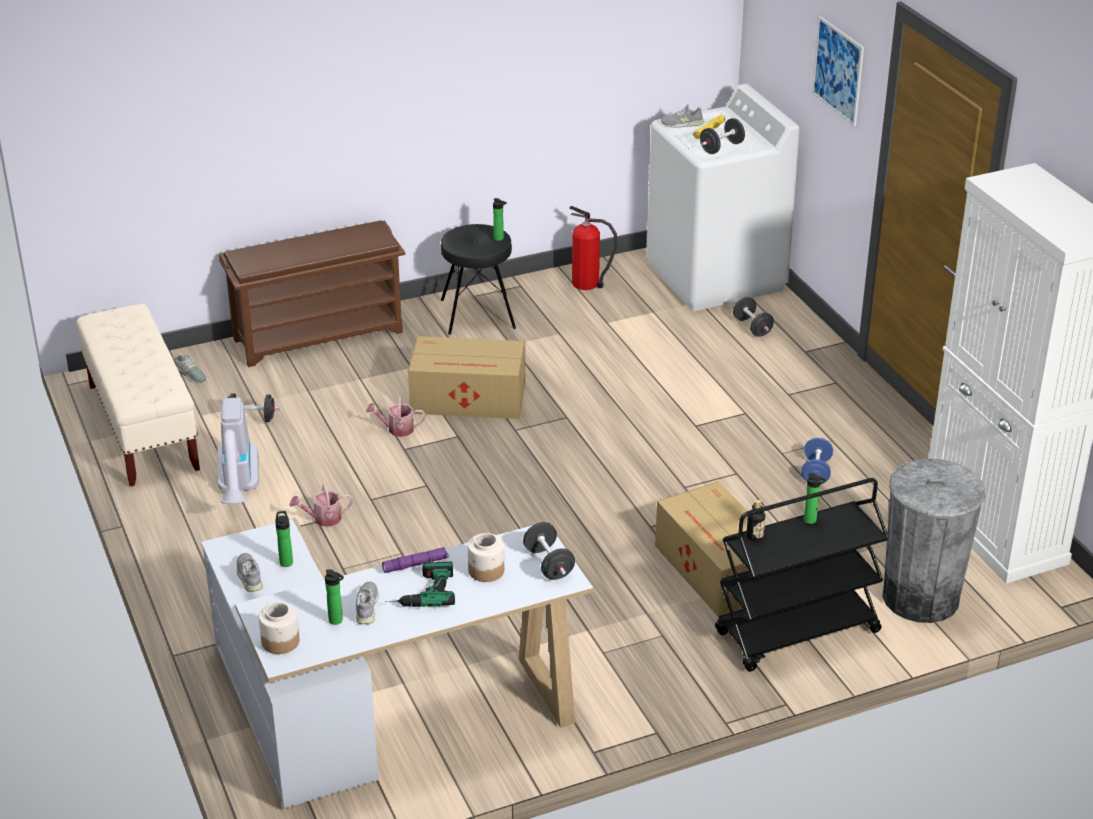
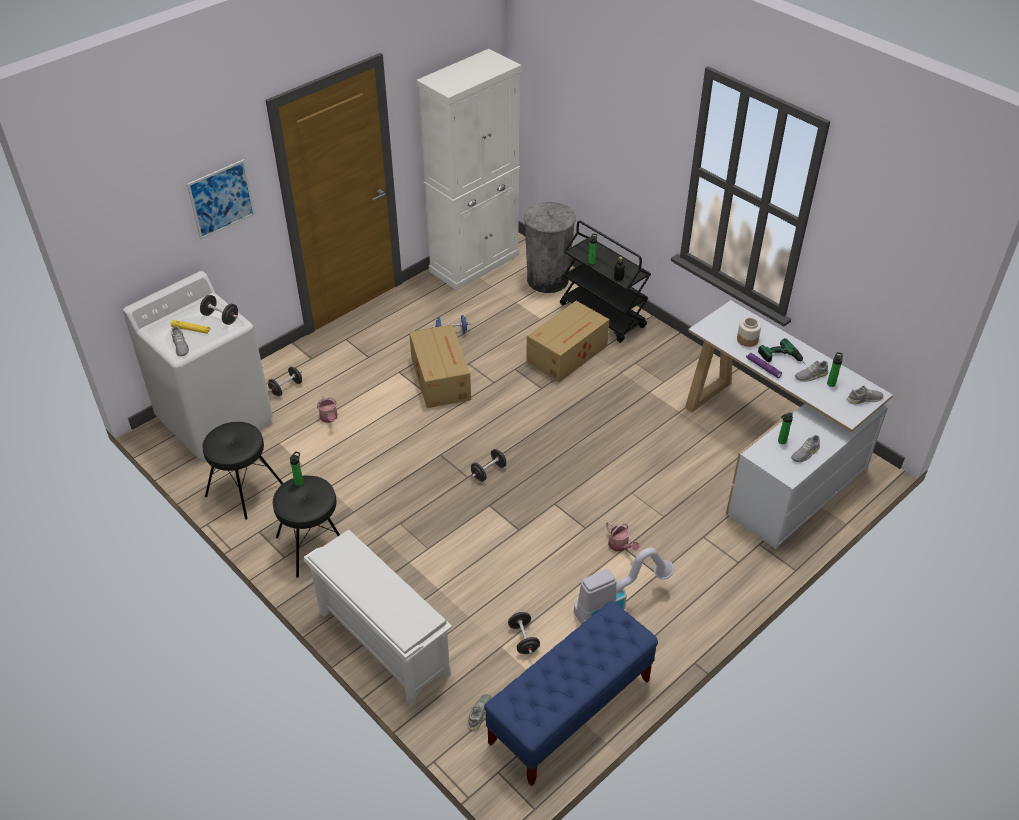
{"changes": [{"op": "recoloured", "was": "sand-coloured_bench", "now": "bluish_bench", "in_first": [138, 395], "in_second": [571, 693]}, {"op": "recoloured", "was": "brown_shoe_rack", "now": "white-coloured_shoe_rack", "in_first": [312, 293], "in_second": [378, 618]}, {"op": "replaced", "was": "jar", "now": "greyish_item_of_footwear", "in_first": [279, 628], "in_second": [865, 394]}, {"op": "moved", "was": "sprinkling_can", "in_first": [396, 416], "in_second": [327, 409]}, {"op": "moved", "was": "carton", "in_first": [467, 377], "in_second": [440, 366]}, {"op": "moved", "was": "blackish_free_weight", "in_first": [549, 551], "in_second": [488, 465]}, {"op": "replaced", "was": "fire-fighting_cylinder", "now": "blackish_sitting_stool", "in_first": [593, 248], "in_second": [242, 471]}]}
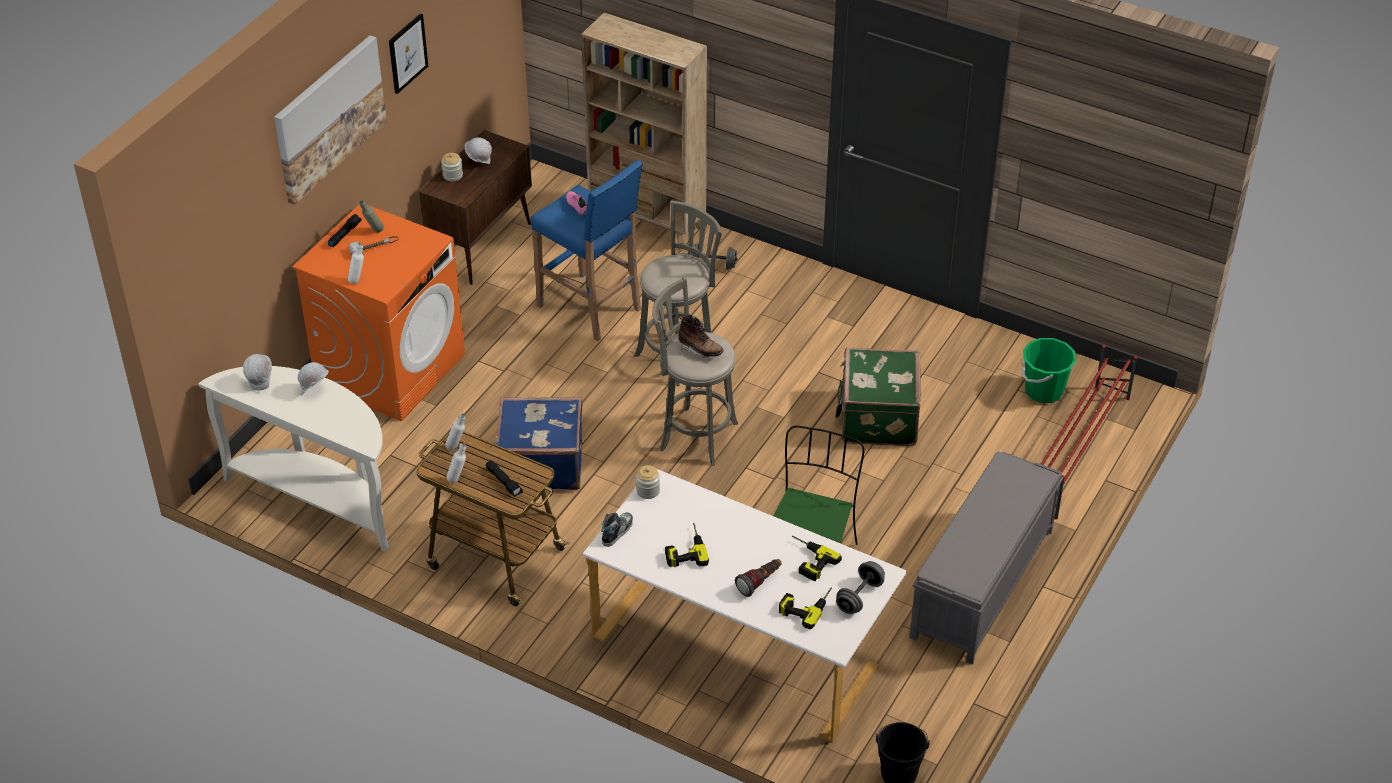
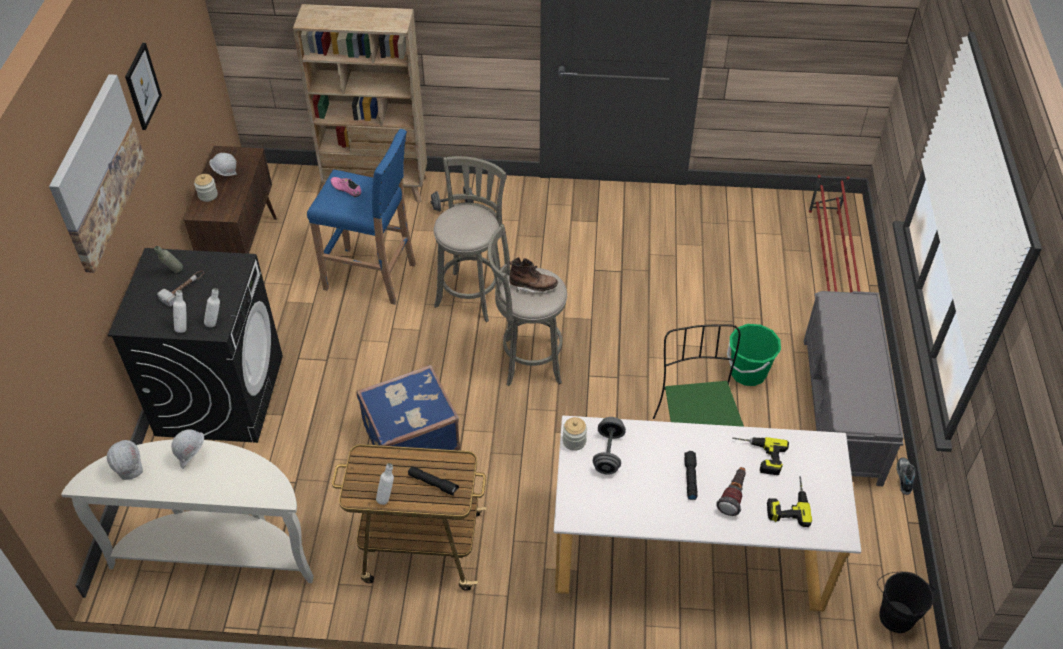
{"changes": [{"op": "recoloured", "was": "orange-coloured_washing_machine", "now": "blackish_washing_machine", "in_first": [378, 312], "in_second": [195, 345]}, {"op": "moved", "was": "blackish_hand_torch", "in_first": [345, 230], "in_second": [690, 475]}, {"op": "moved", "was": "white-coloured_bottle", "in_first": [455, 432], "in_second": [212, 307]}, {"op": "moved", "was": "item_of_footwear", "in_first": [617, 529], "in_second": [906, 476]}, {"op": "removed", "was": "power_drill", "in_first": [687, 545]}, {"op": "removed", "was": "greenish_travel_case", "in_first": [878, 396]}, {"op": "moved", "was": "greyish_free_weight", "in_first": [860, 587], "in_second": [609, 446]}, {"op": "moved", "was": "greenish_pail", "in_first": [1049, 370], "in_second": [754, 355]}]}
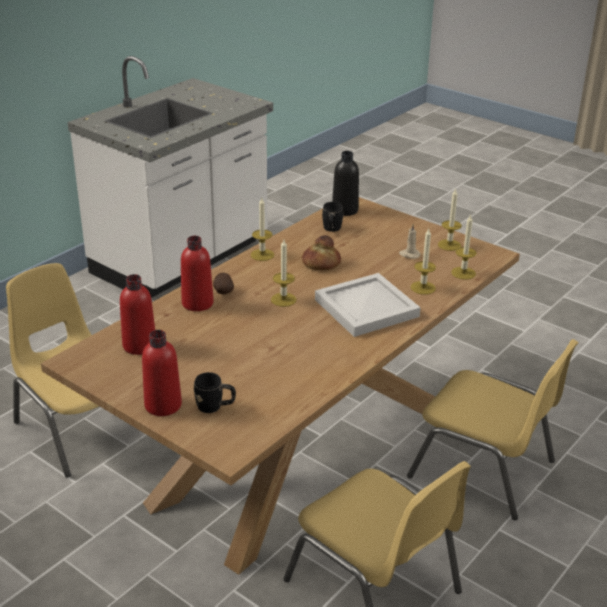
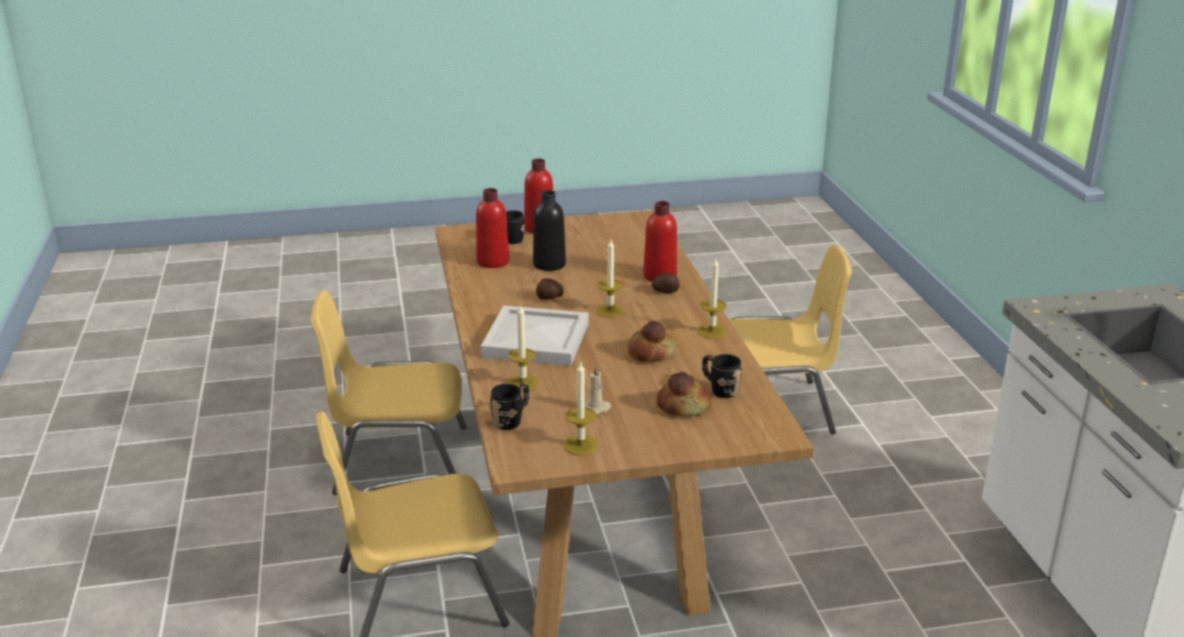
{"changes": [{"op": "moved", "was": "red_bottle", "in_first": [137, 314], "in_second": [492, 228]}, {"op": "moved", "was": "blackish_bottle", "in_first": [345, 183], "in_second": [549, 230]}, {"op": "replaced", "was": "wax_candle", "now": "blackish_tea_mug", "in_first": [464, 247], "in_second": [509, 407]}, {"op": "added", "now": "spud", "in_second": [550, 289]}, {"op": "added", "now": "bakery_bread", "in_second": [684, 394]}]}
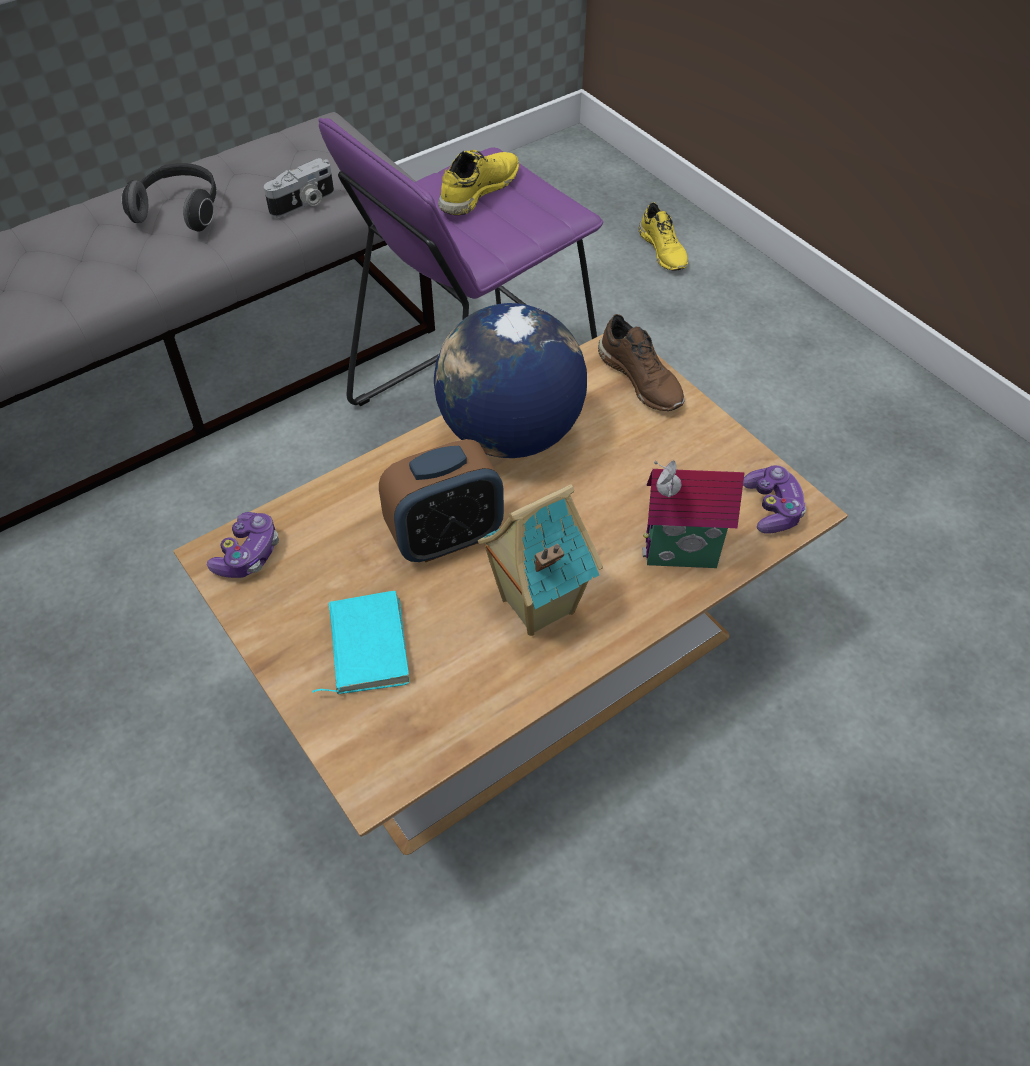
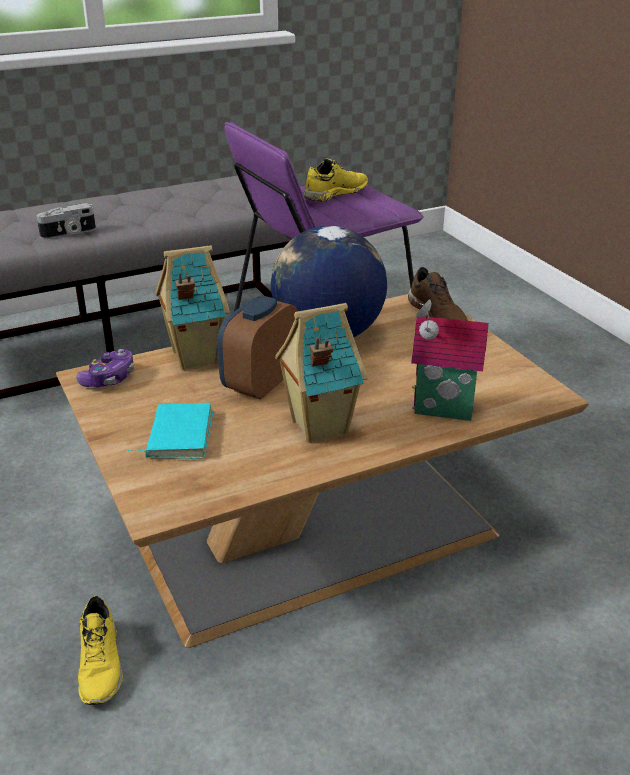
{"changes": [{"op": "removed", "was": "headphones", "in_first": [168, 197]}, {"op": "moved", "was": "still_camera", "in_first": [299, 187], "in_second": [66, 221]}, {"op": "turned", "was": "table_clock", "in_first": [441, 500], "in_second": [257, 348], "clockwise": 135}, {"op": "moved", "was": "yellow_item_of_footwear", "in_first": [663, 236], "in_second": [100, 650]}, {"op": "removed", "was": "joypad", "in_first": [774, 499]}, {"op": "added", "now": "model_house", "in_second": [193, 307]}]}
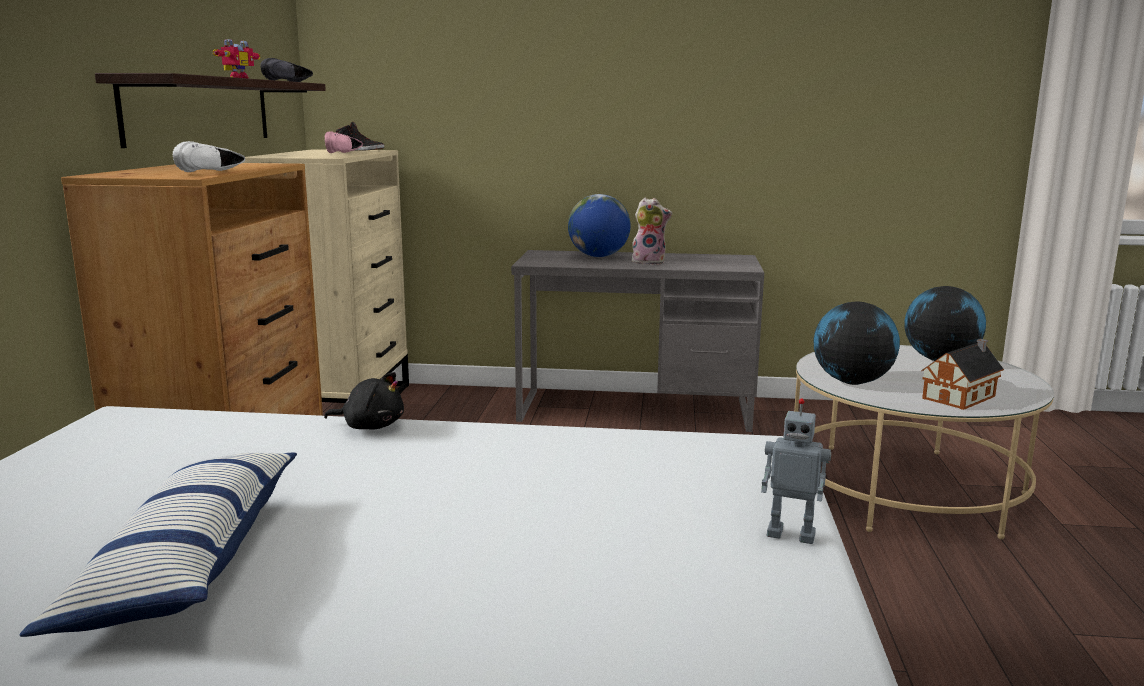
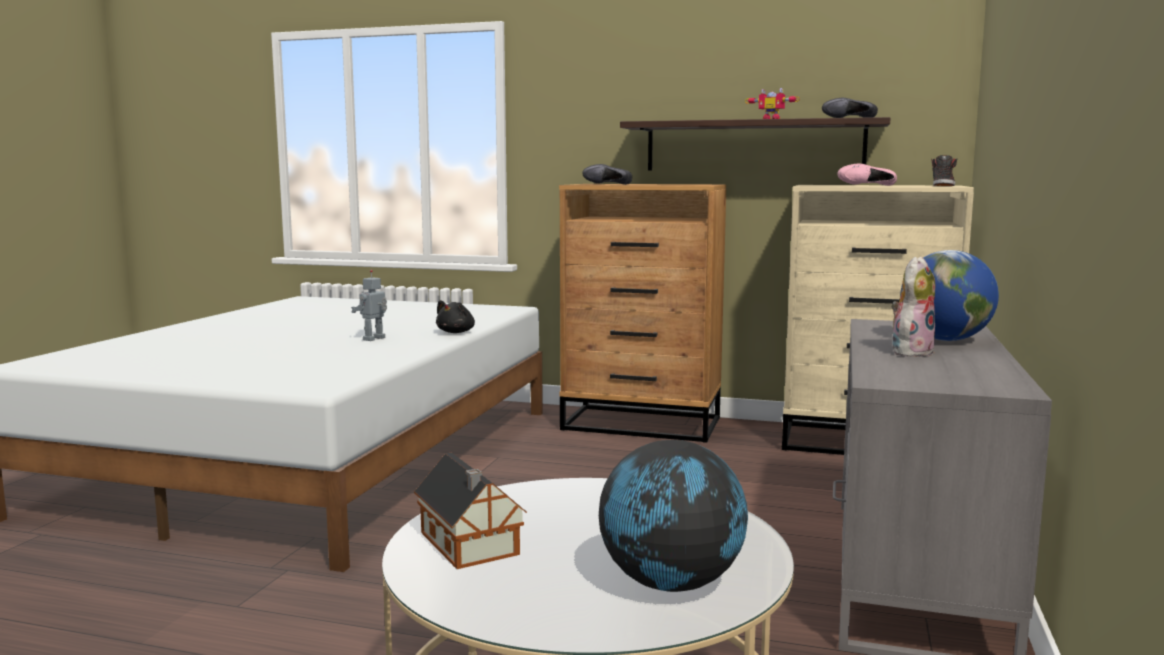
{"changes": [{"op": "removed", "was": "pillow", "in_first": [158, 545]}, {"op": "recoloured", "was": "white-coloured_item_of_footwear", "now": "blackish_item_of_footwear", "in_first": [209, 156], "in_second": [607, 174]}, {"op": "turned", "was": "plush_toy", "in_first": [652, 231], "in_second": [913, 307], "clockwise": -150}, {"op": "moved", "was": "toy_robot", "in_first": [796, 471], "in_second": [369, 305]}, {"op": "removed", "was": "globe", "in_first": [857, 343]}]}
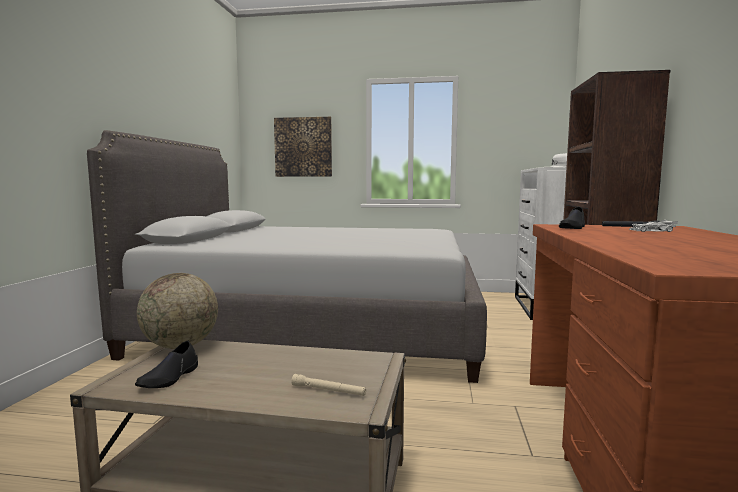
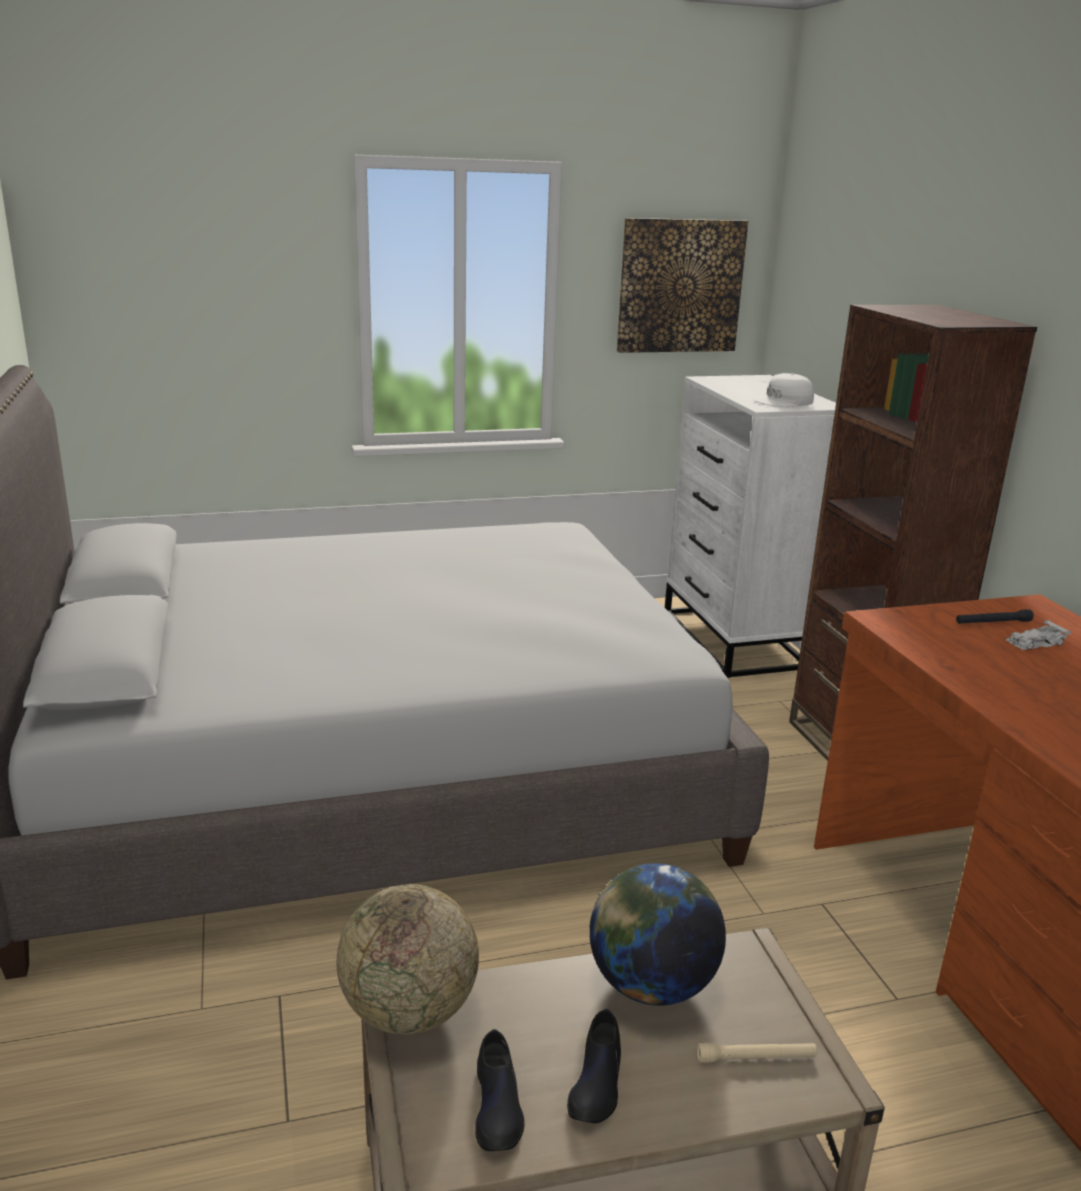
{"changes": [{"op": "moved", "was": "picture", "in_first": [303, 147], "in_second": [682, 285]}, {"op": "moved", "was": "blackish_item_of_footwear", "in_first": [572, 217], "in_second": [594, 1066]}, {"op": "added", "now": "globe", "in_second": [657, 934]}]}
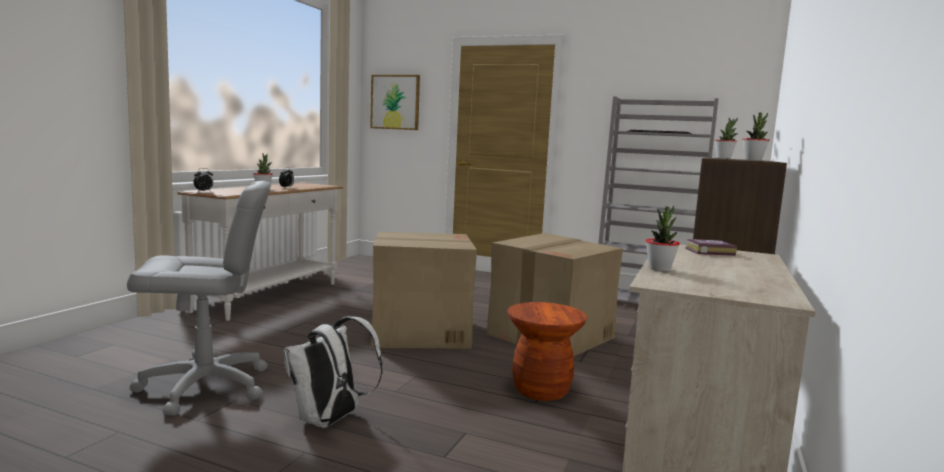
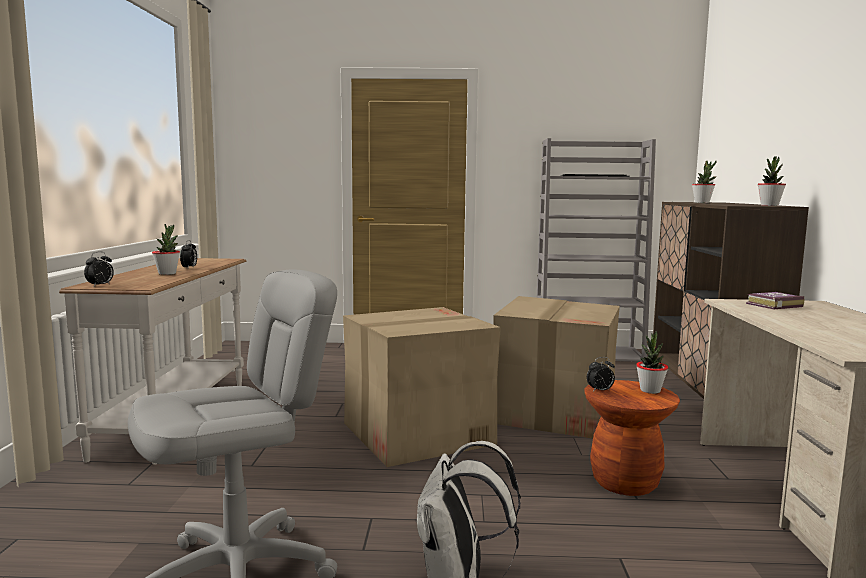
{"changes": [{"op": "removed", "was": "picture", "in_first": [395, 102]}, {"op": "moved", "was": "plant_in_a_pot", "in_first": [662, 238], "in_second": [652, 362]}, {"op": "added", "now": "table_clock", "in_second": [601, 374]}]}
